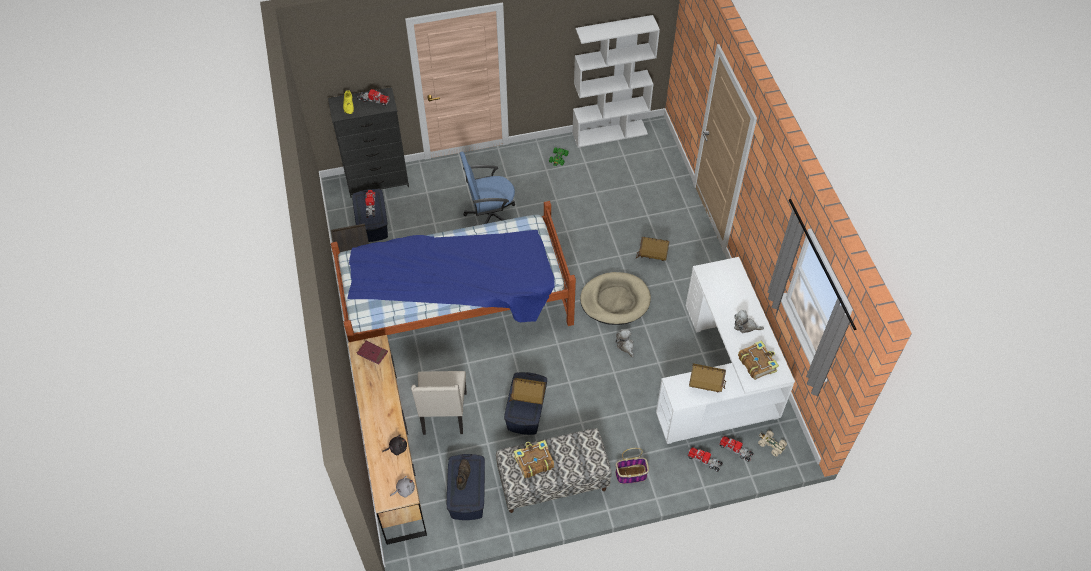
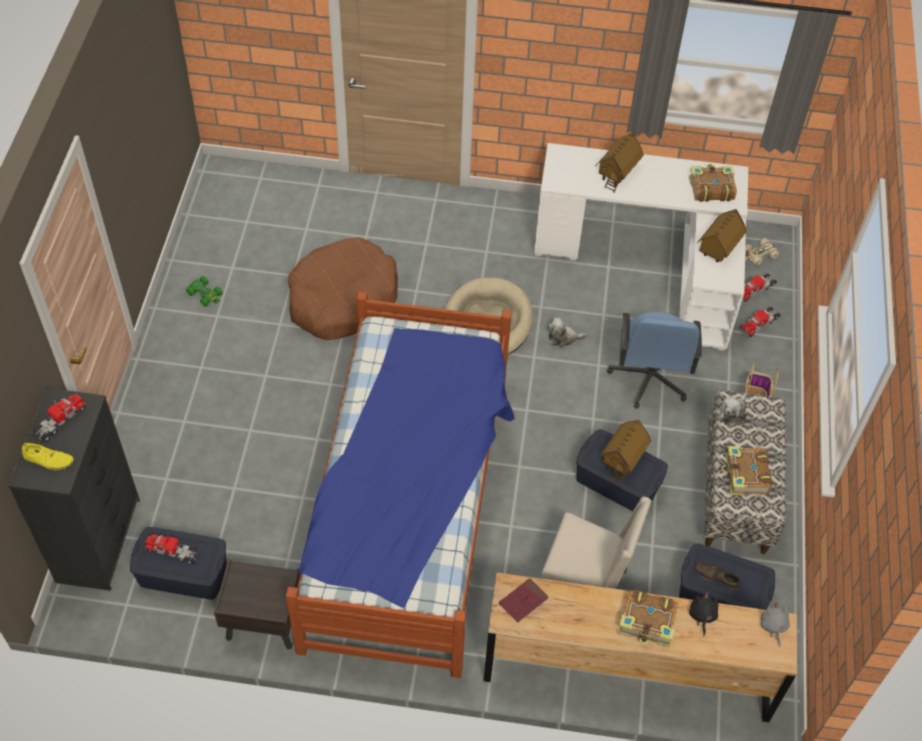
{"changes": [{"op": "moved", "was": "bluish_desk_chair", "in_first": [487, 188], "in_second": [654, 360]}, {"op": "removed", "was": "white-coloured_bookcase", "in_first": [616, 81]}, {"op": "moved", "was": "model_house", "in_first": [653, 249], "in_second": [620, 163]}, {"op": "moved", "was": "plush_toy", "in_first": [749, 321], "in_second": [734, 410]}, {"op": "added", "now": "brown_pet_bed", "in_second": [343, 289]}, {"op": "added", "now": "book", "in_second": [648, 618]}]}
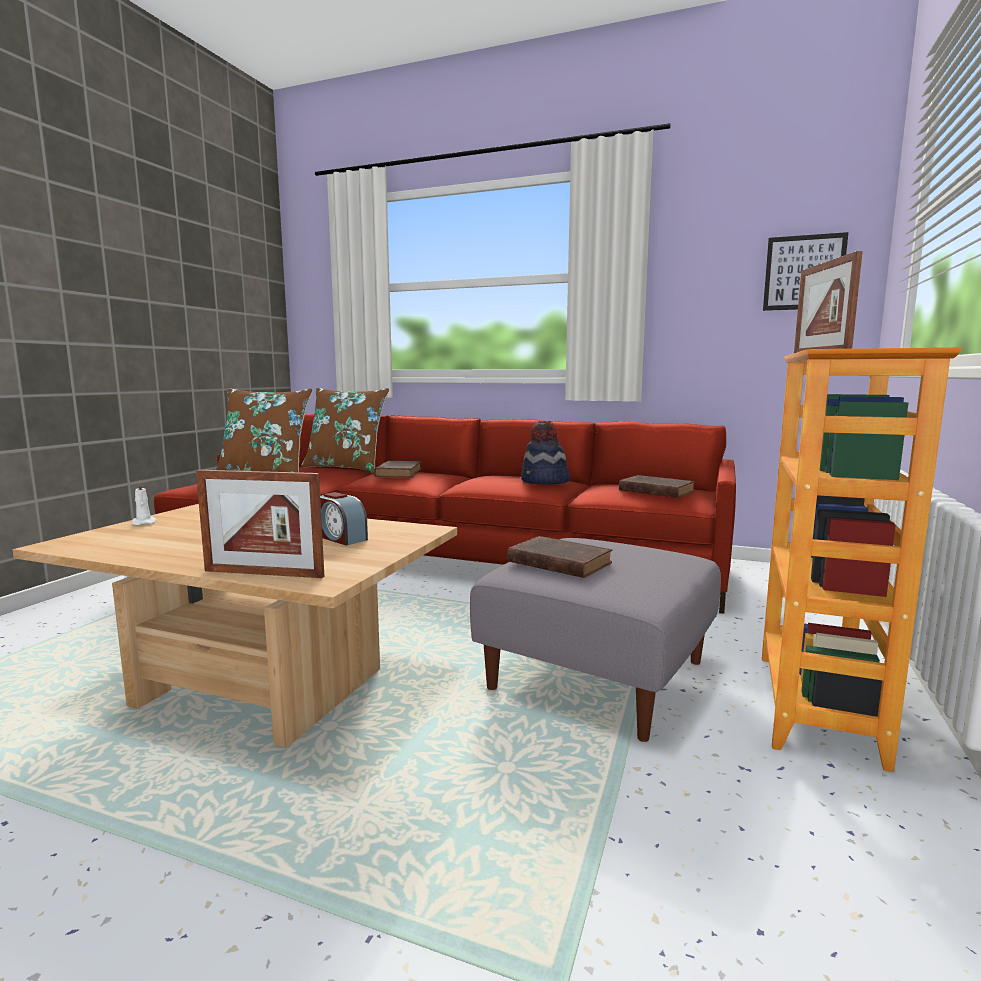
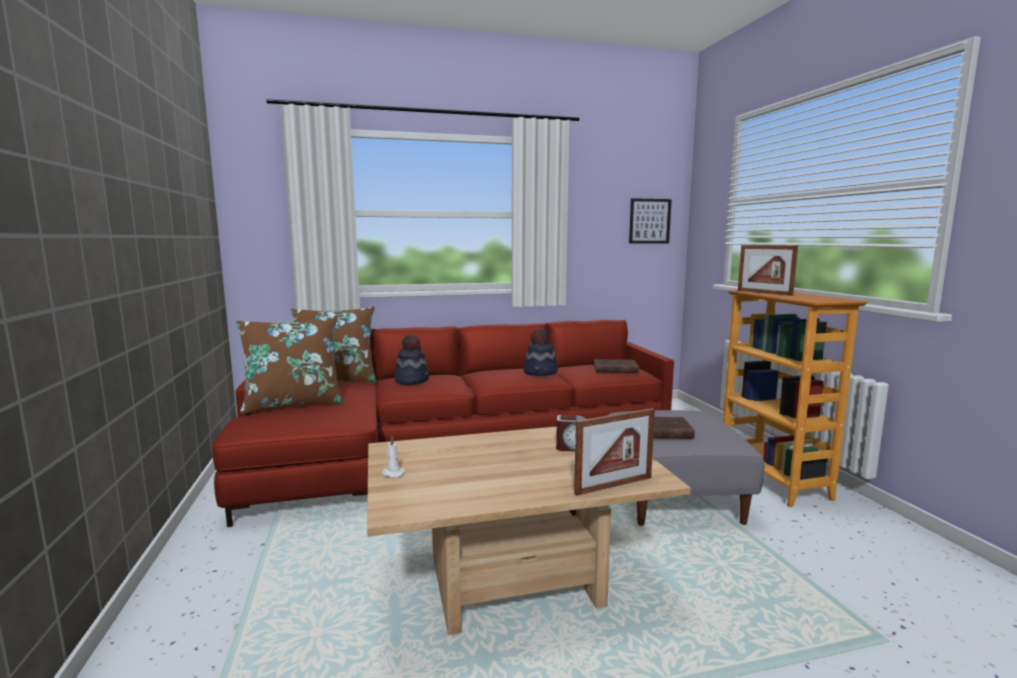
{"changes": [{"op": "replaced", "was": "brown_book", "now": "wearable_hat", "in_first": [397, 469], "in_second": [412, 359]}]}
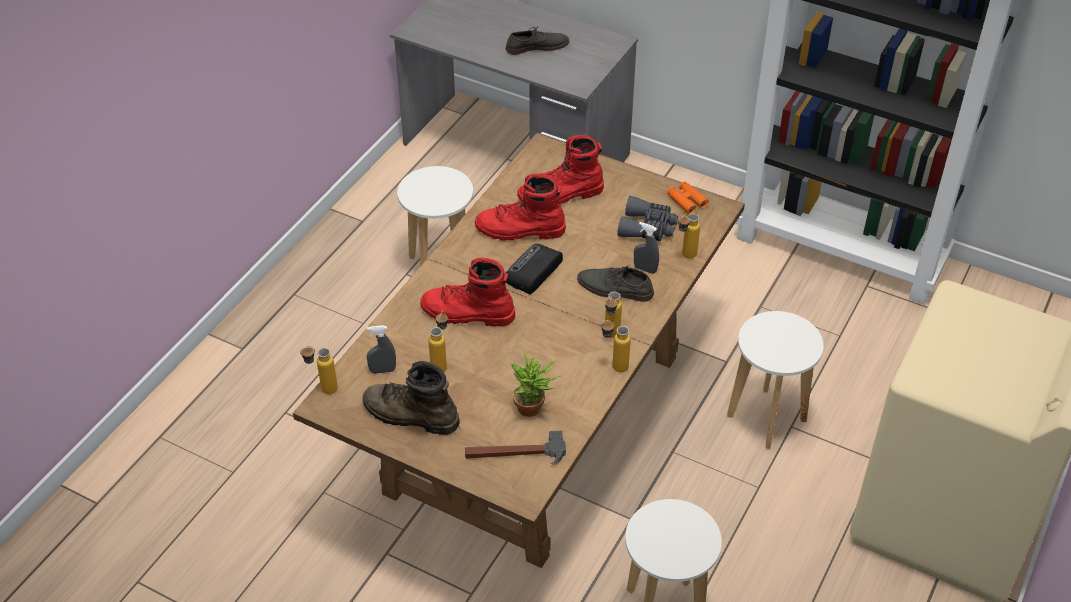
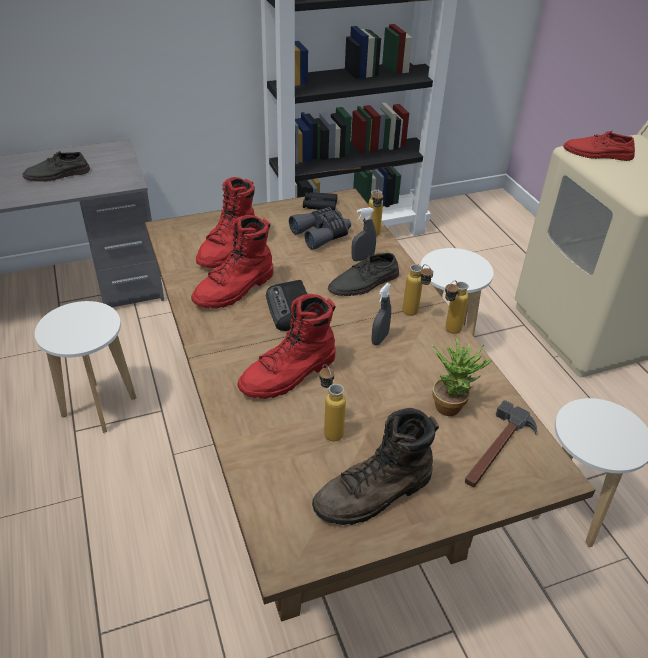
{"changes": [{"op": "removed", "was": "bottle", "in_first": [319, 370]}, {"op": "moved", "was": "greyish_hand_sprayer", "in_first": [381, 349], "in_second": [381, 314]}, {"op": "turned", "was": "greyish_item_of_footwear", "in_first": [537, 40], "in_second": [56, 166], "clockwise": -135}, {"op": "recoloured", "was": "orange-coloured_field_glasses", "now": "blackish_field_glasses", "in_first": [688, 197], "in_second": [320, 201]}, {"op": "added", "now": "red_item_of_footwear", "in_second": [599, 146]}]}
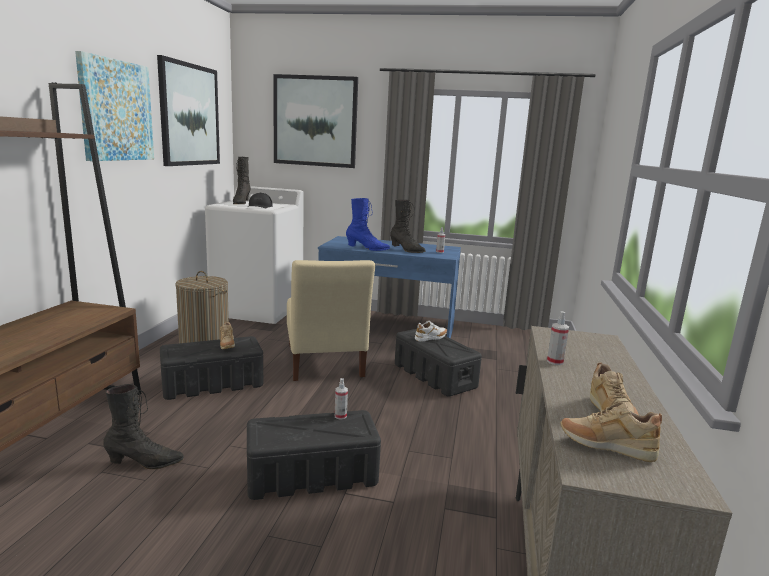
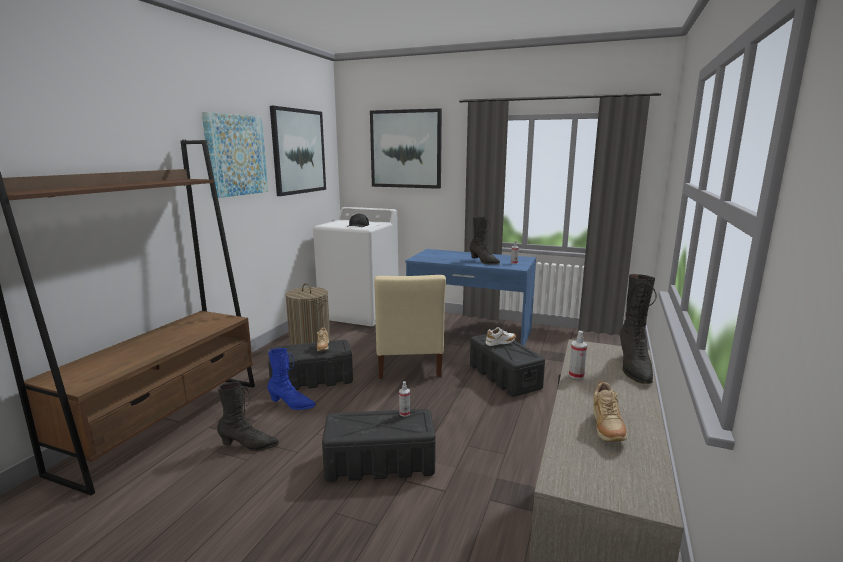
{"changes": [{"op": "moved", "was": "blackish_boot", "in_first": [242, 180], "in_second": [638, 329]}, {"op": "moved", "was": "bluish_boot", "in_first": [368, 224], "in_second": [291, 379]}, {"op": "removed", "was": "sand-coloured_item_of_footwear", "in_first": [611, 431]}]}
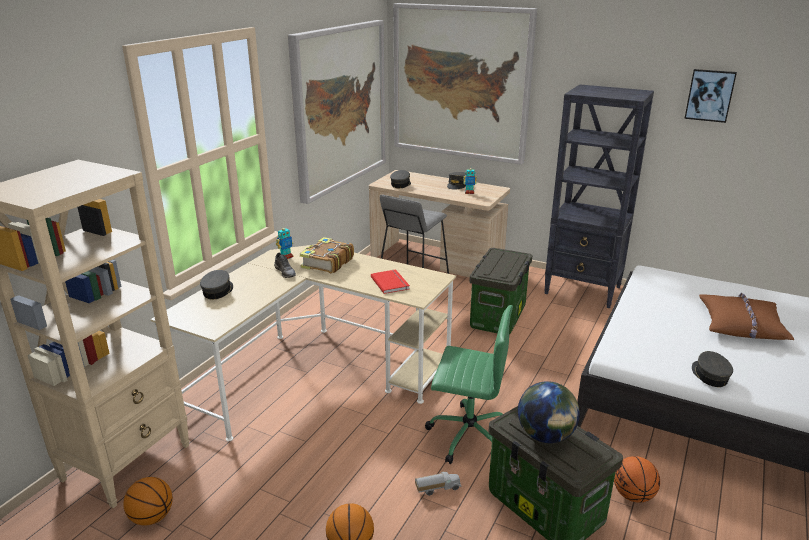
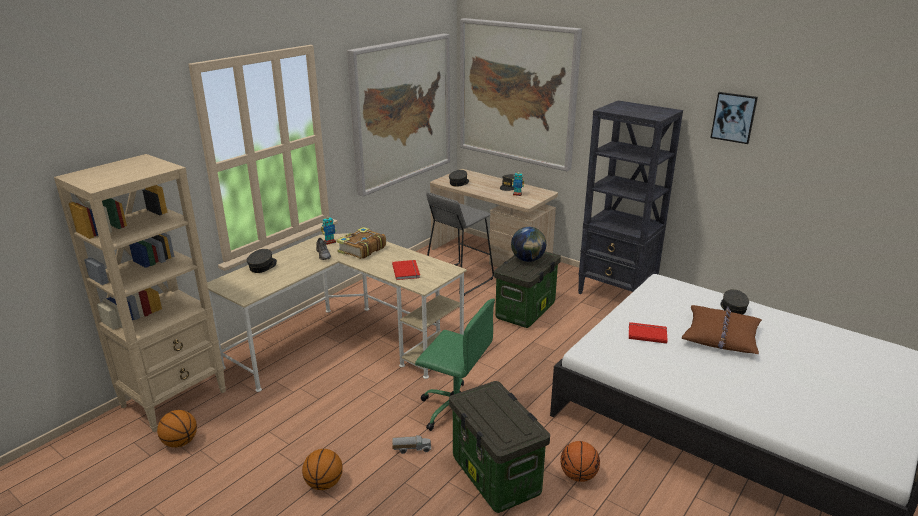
{"changes": [{"op": "moved", "was": "globe", "in_first": [549, 412], "in_second": [528, 244]}, {"op": "moved", "was": "greyish_baseball_cap", "in_first": [712, 369], "in_second": [734, 302]}, {"op": "added", "now": "red_book", "in_second": [648, 333]}]}
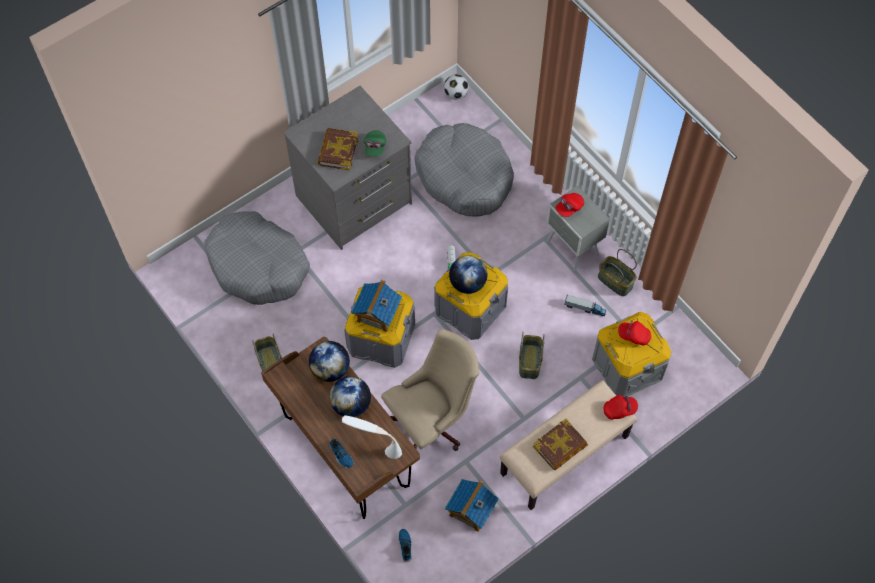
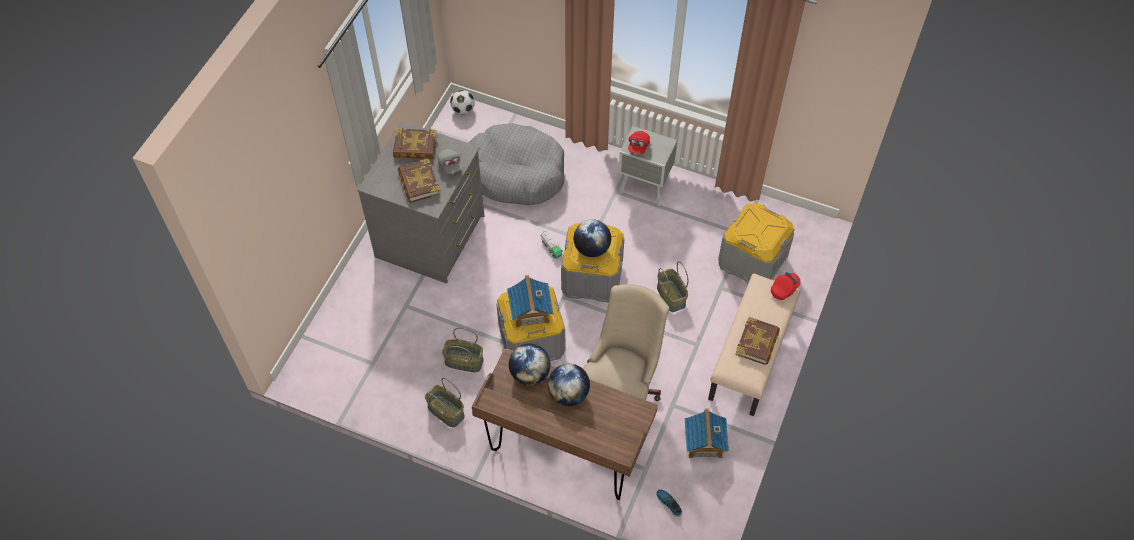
{"changes": [{"op": "removed", "was": "greyish_pet_bed", "in_first": [257, 258]}, {"op": "removed", "was": "item_of_footwear", "in_first": [341, 453]}, {"op": "removed", "was": "white-coloured_tabletop_lamp", "in_first": [372, 437]}, {"op": "recoloured", "was": "greenish_baseball_cap", "now": "greyish_baseball_cap", "in_first": [375, 143], "in_second": [449, 161]}, {"op": "removed", "was": "model_truck", "in_first": [586, 305]}, {"op": "moved", "was": "storage_basket", "in_first": [617, 272], "in_second": [462, 350]}, {"op": "removed", "was": "red_baseball_cap", "in_first": [634, 333]}, {"op": "added", "now": "book", "in_second": [415, 143]}]}
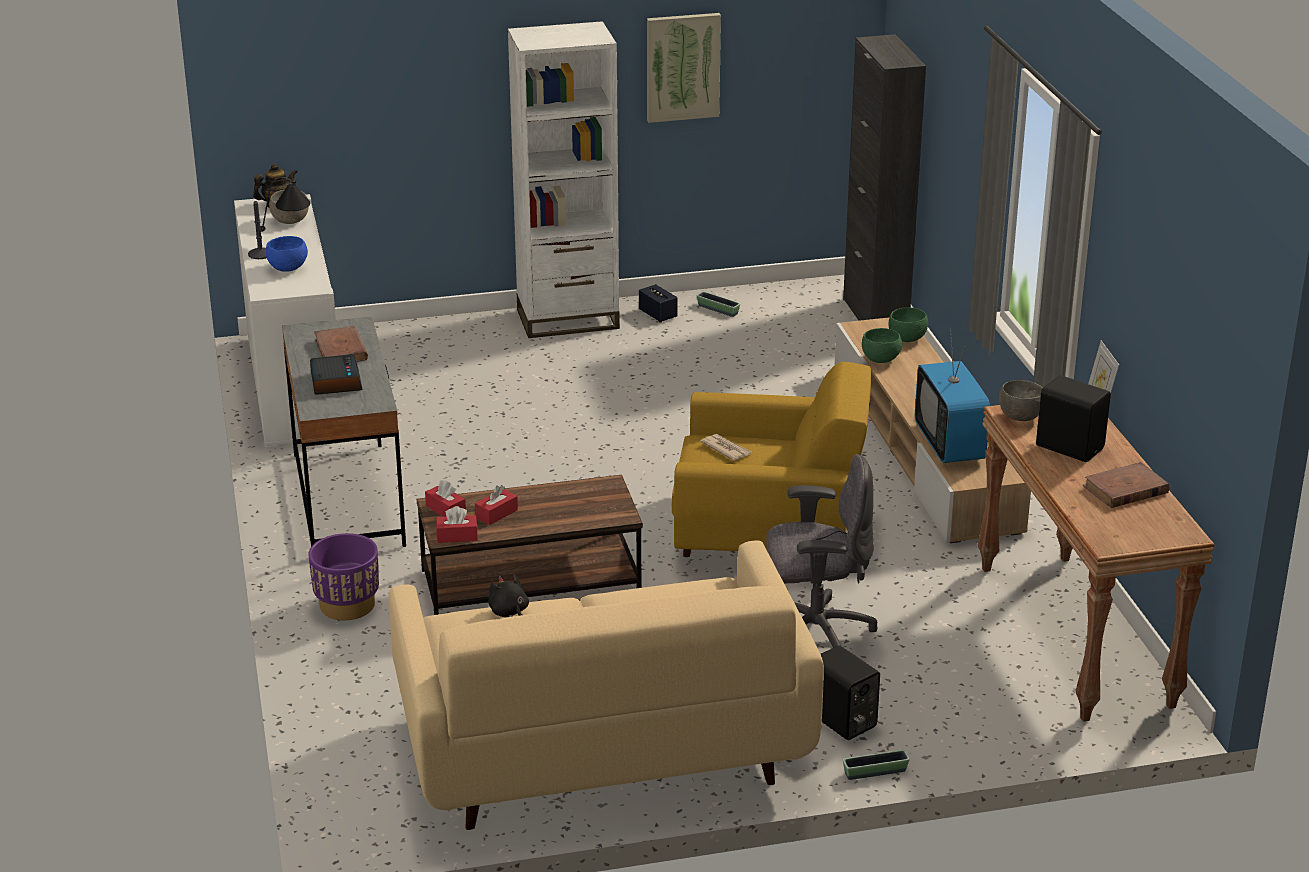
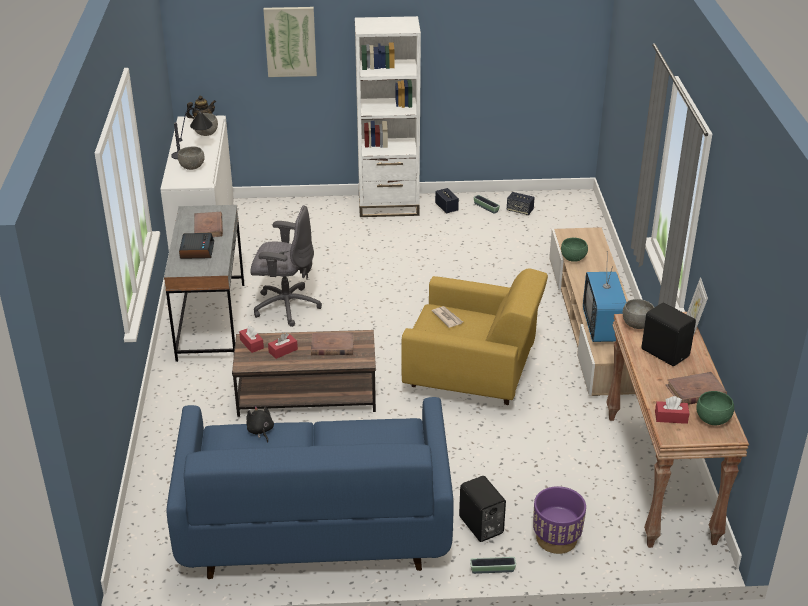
{"changes": [{"op": "recoloured", "was": "bluish_serving_bowl", "now": "greyish_serving_bowl", "in_first": [287, 254], "in_second": [191, 158]}, {"op": "moved", "was": "purple-coloured_planter", "in_first": [343, 576], "in_second": [559, 520]}, {"op": "recoloured", "was": "sand-coloured_sofa", "now": "bluish_sofa", "in_first": [606, 685], "in_second": [310, 488]}, {"op": "moved", "was": "red_tissue_holder", "in_first": [457, 524], "in_second": [672, 410]}, {"op": "moved", "was": "picture", "in_first": [684, 68], "in_second": [290, 42]}, {"op": "moved", "was": "greyish_desk_chair", "in_first": [821, 551], "in_second": [286, 266]}, {"op": "removed", "was": "blackish_storage_cabinet", "in_first": [884, 177]}, {"op": "moved", "was": "greenish_serving_bowl", "in_first": [908, 324], "in_second": [715, 408]}, {"op": "added", "now": "brown_book", "in_second": [332, 343]}, {"op": "added", "now": "loudspeaker", "in_second": [521, 203]}]}
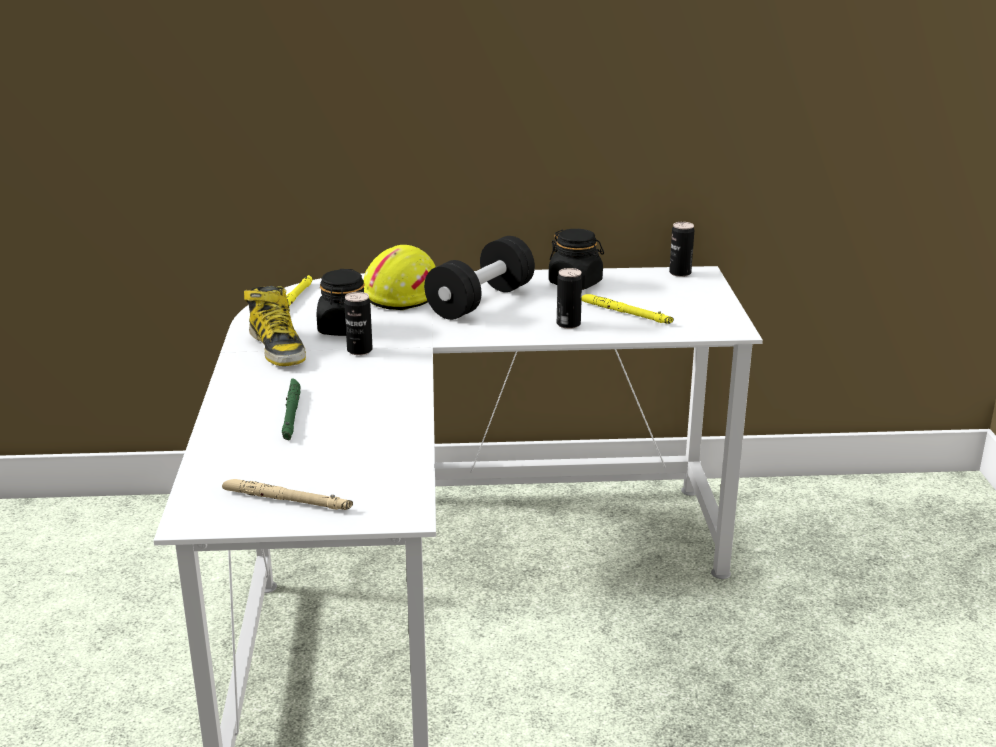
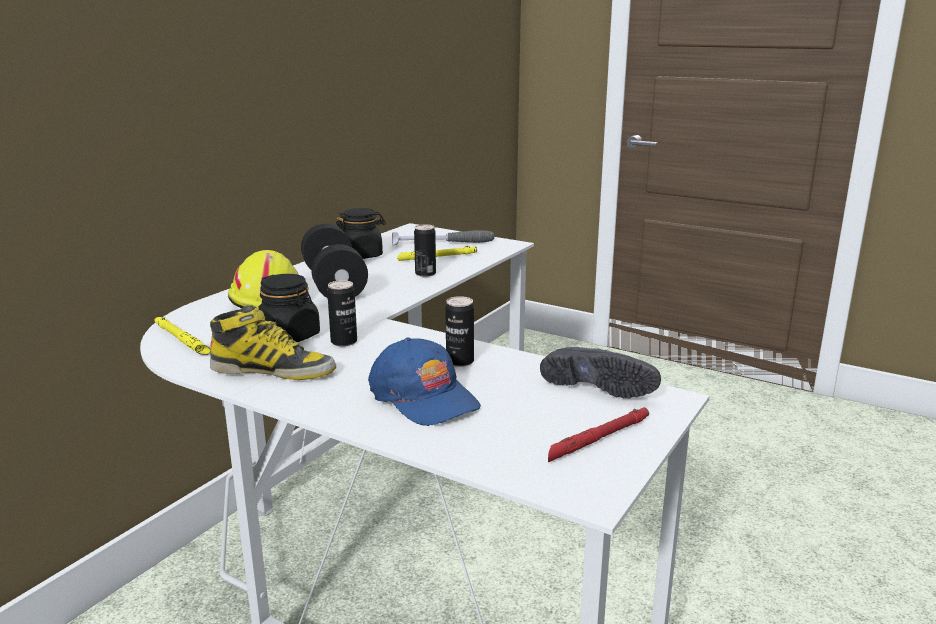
{"changes": [{"op": "recoloured", "was": "sand-coloured_hand_torch", "now": "red_hand_torch", "in_first": [287, 494], "in_second": [598, 434]}, {"op": "replaced", "was": "greenish_hand_torch", "now": "bluish_baseball_cap", "in_first": [291, 409], "in_second": [424, 382]}, {"op": "moved", "was": "metal_can", "in_first": [681, 249], "in_second": [459, 331]}, {"op": "added", "now": "hammer", "in_second": [443, 237]}, {"op": "added", "now": "blackish_item_of_footwear", "in_second": [600, 372]}]}
